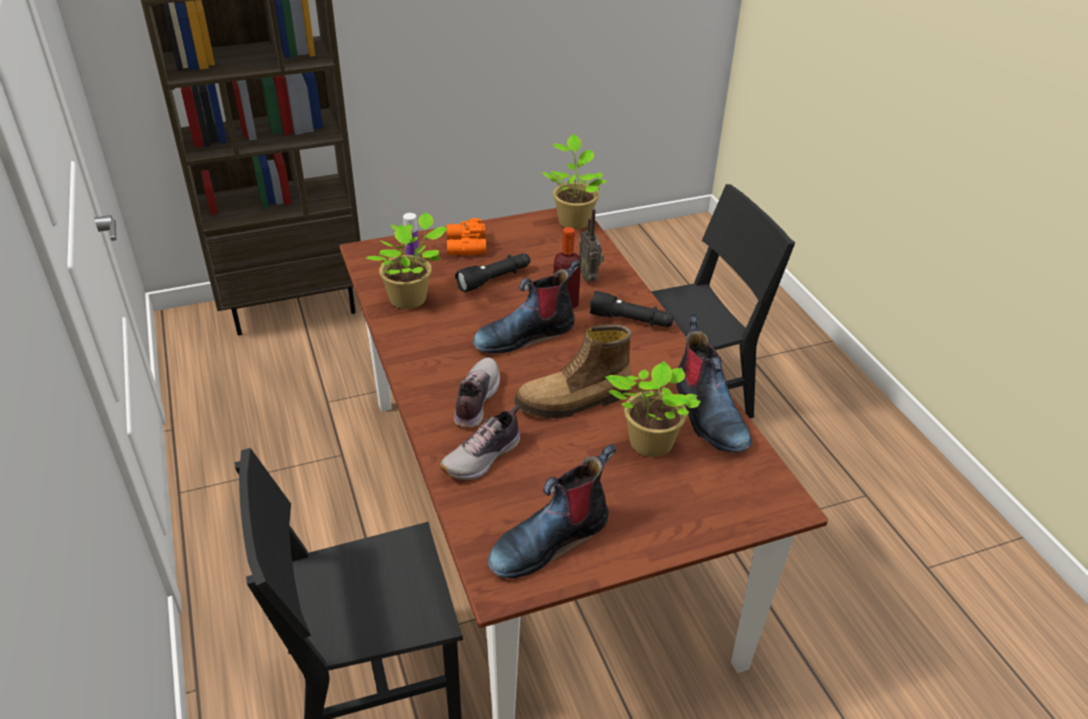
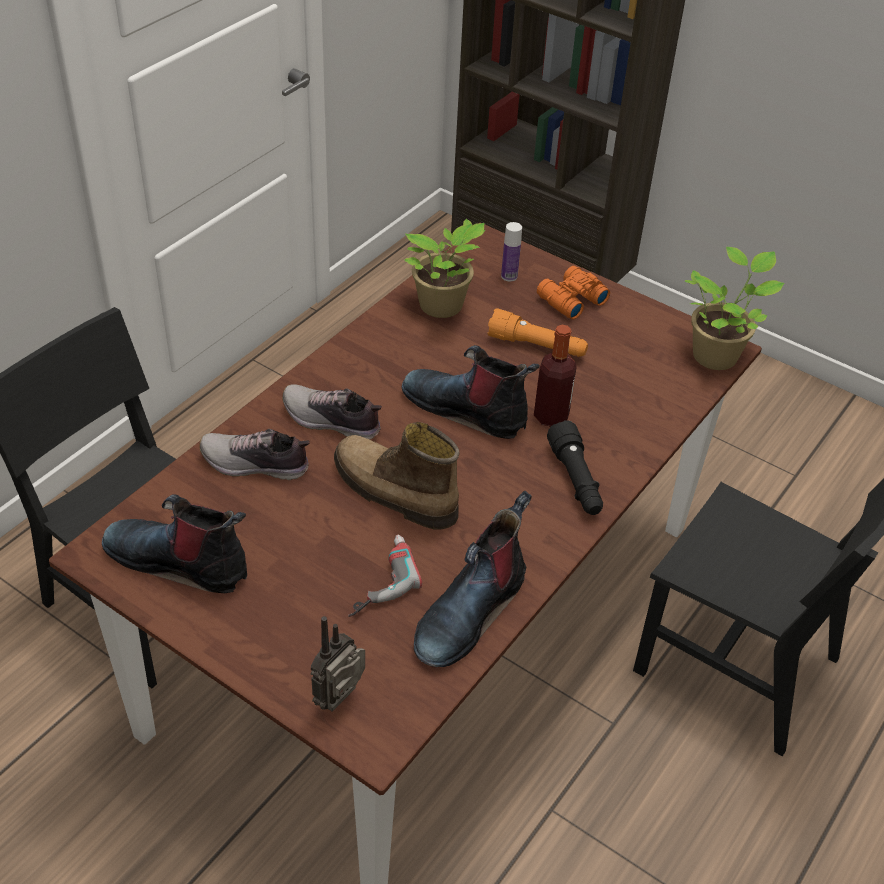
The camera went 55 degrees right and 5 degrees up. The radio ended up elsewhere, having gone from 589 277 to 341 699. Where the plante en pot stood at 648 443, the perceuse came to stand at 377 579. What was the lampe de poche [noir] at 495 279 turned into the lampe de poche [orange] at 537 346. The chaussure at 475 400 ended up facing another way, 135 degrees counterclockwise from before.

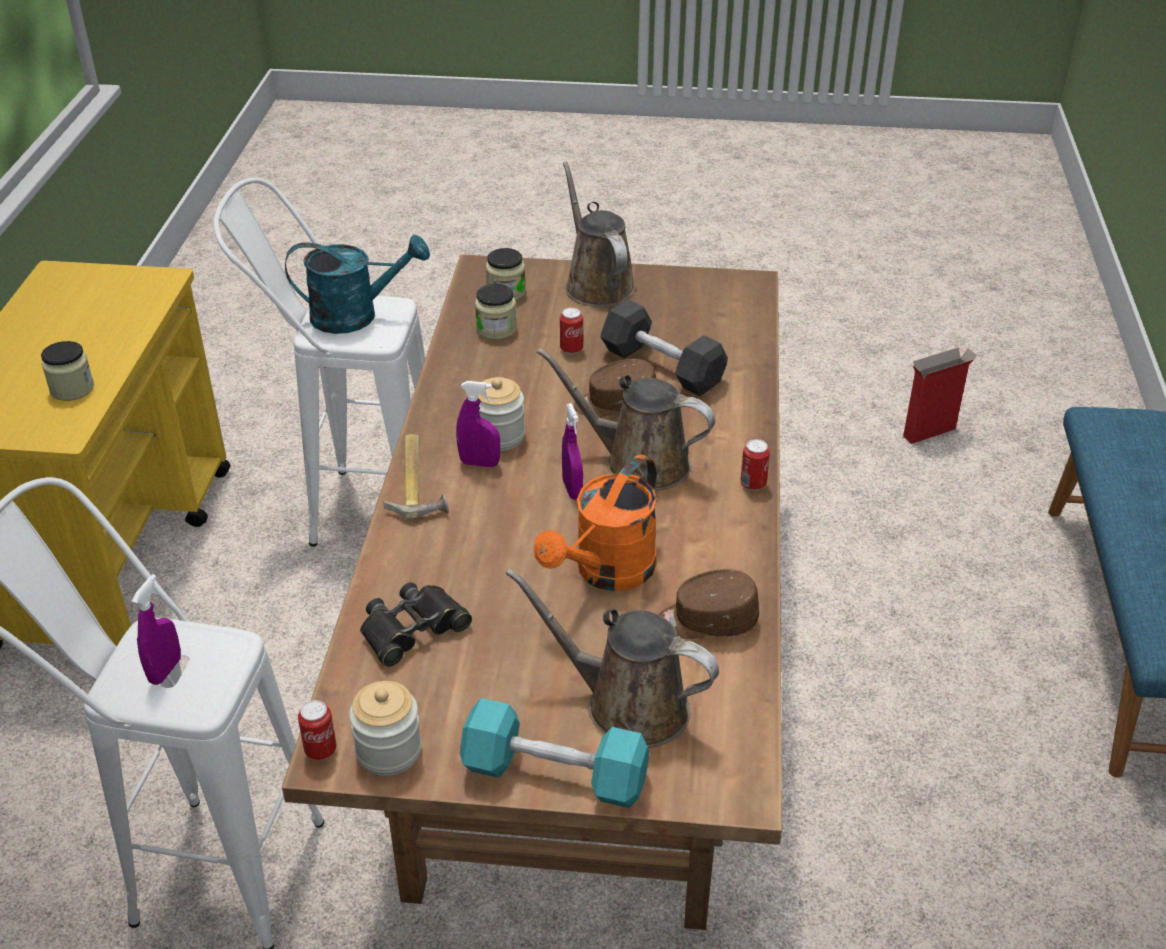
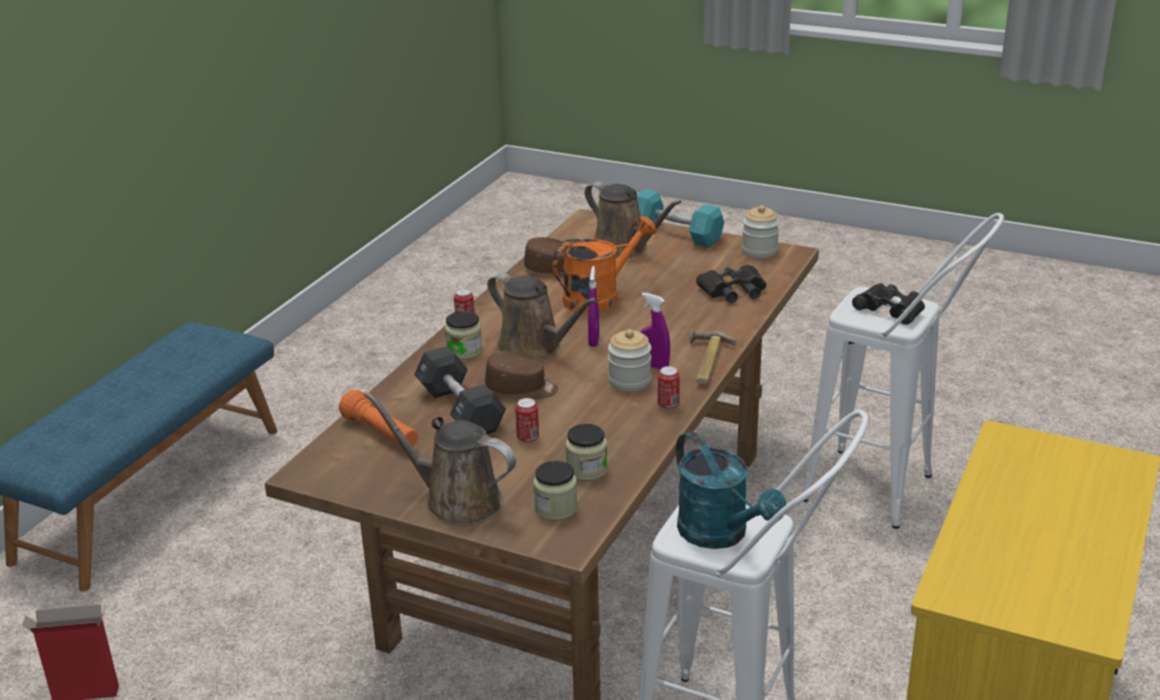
The camera went 160 degrees left and 10 degrees down. The second view gained the lampe de poche [orange] at 381 434. The bocal ended up elsewhere, having gone from 72 389 to 464 351. The boîte métallique ended up elsewhere, having gone from 321 750 to 668 405. Where the vaporisateur [violet] stood at 165 670, the jumelles [noir] came to stand at 890 309. The arrosoir [turquoise] at 356 315 ended up facing another way, 135 degrees counterclockwise from before. The arrosoir [marron] at 596 284 ended up facing another way, 120 degrees clockwise from before.

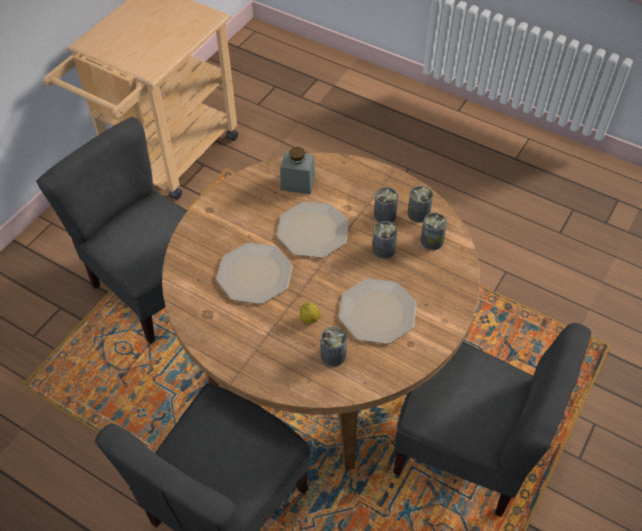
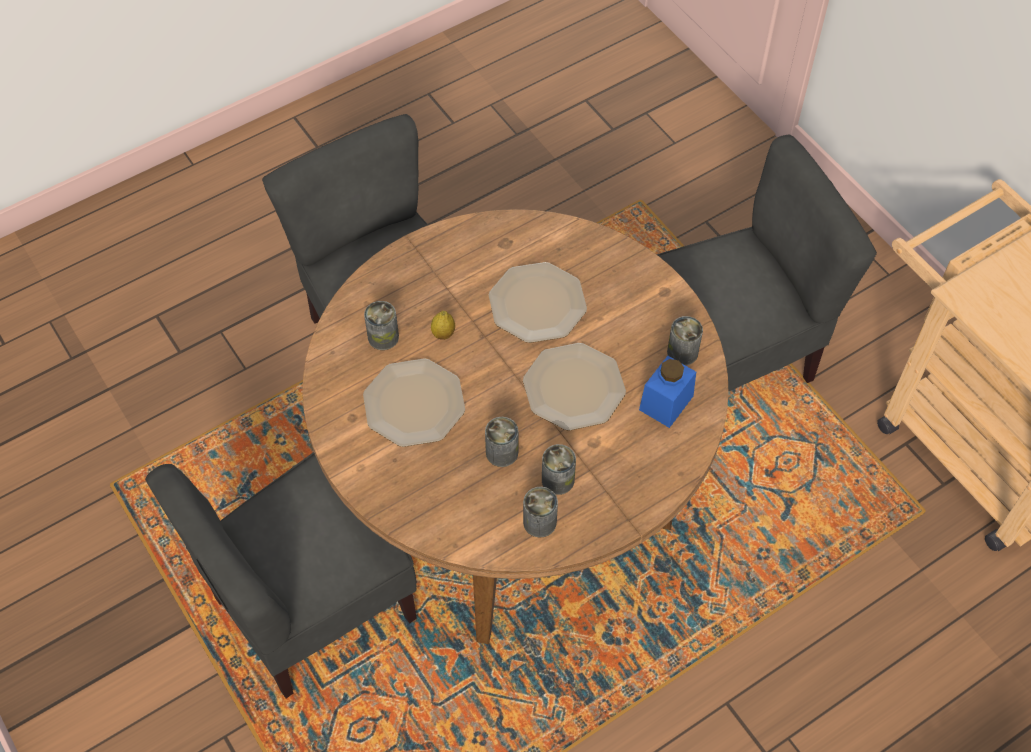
The camera went 115 degrees right and 5 degrees up. The boîte métallique ended up elsewhere, having gone from 431 241 to 682 352. What was the bocal [gris] at 297 183 turned into the bocal [bleu] at 666 403.

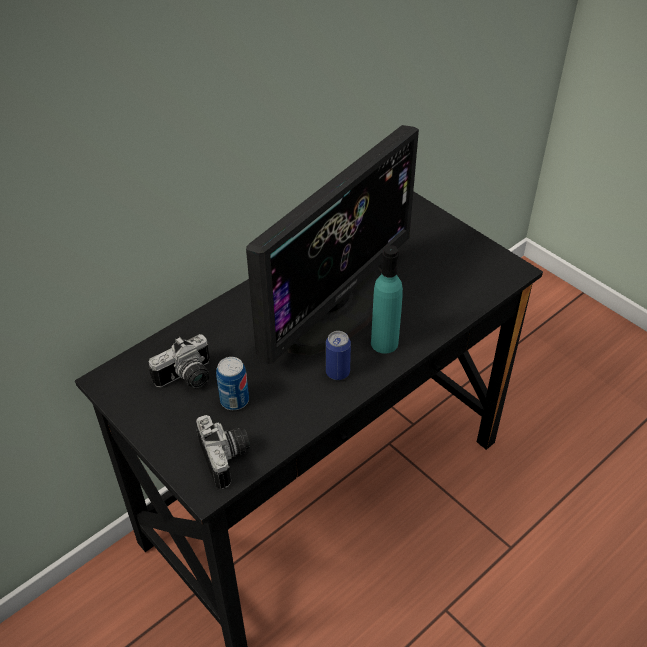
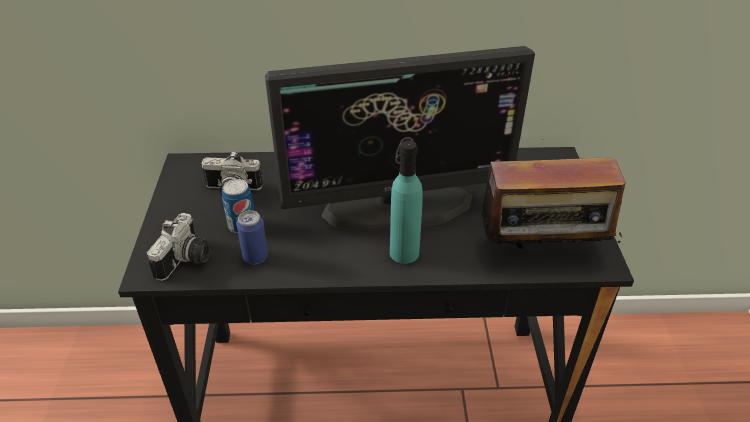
The camera went 40 degrees right and 5 degrees down. The second view gained the radio at 541 253. The boîte métallique ended up elsewhere, having gone from 337 372 to 255 257.

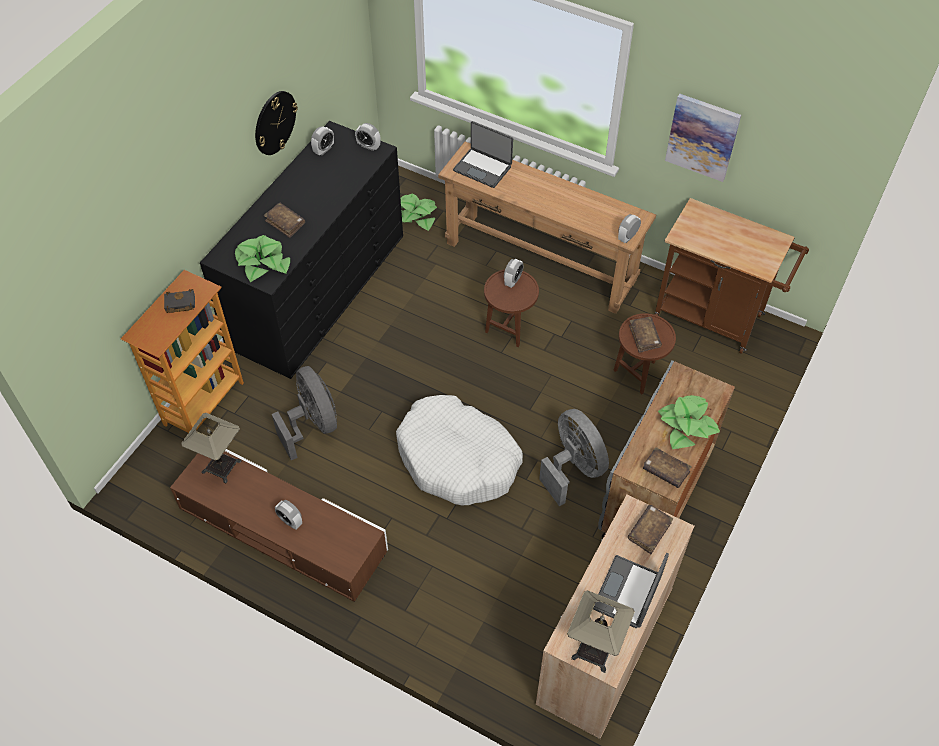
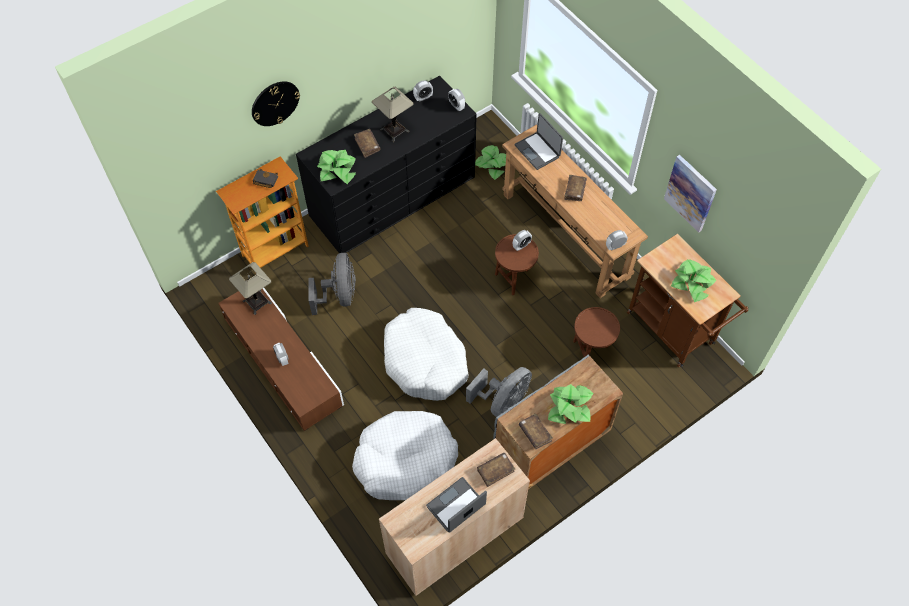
The camera went 25 degrees right and 5 degrees up. The second view gained the panier pour chien [blanc] at 405 460. The second view gained the plante en pot at 692 283. The horloge murale ended up elsewhere, having gone from 274 122 to 275 103. The lampe de table ended up elsewhere, having gone from 594 650 to 394 130. The livre [marron] ended up elsewhere, having gone from 644 337 to 575 190. The ventilateur [gris] at 573 468 ended up facing another way, 45 degrees clockwise from before.

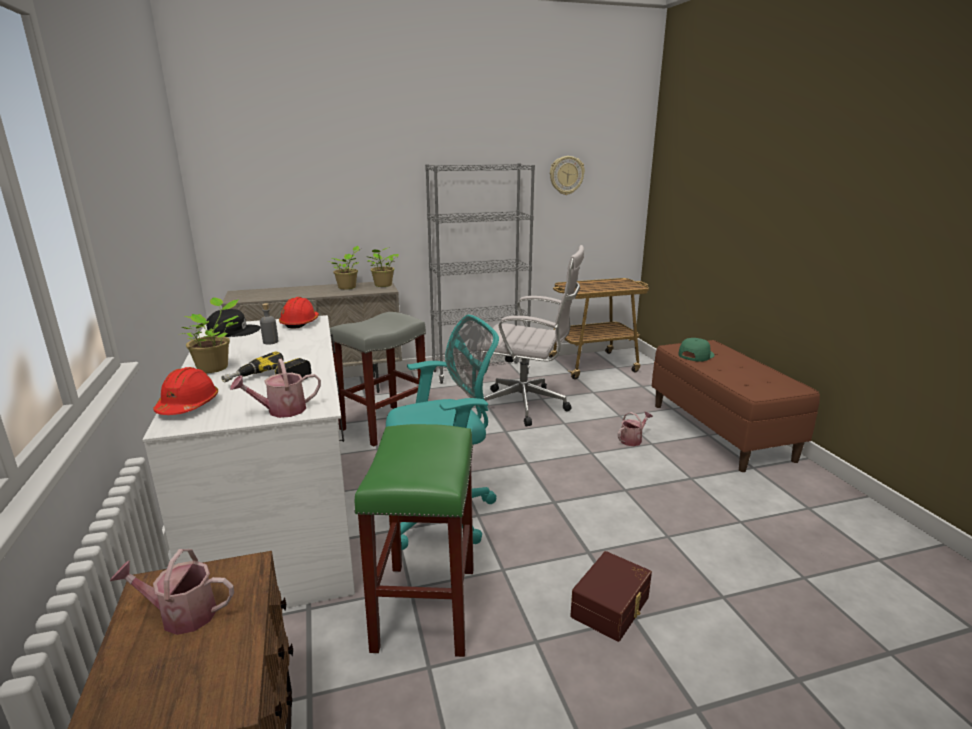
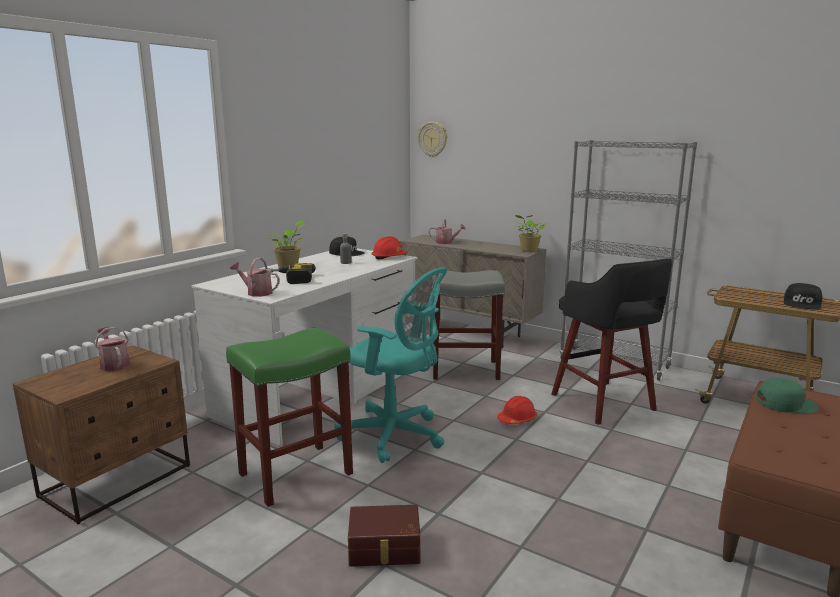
The camera went 50 degrees right and 5 degrees down. The second view lost the plante en pot at 348 287. The second view gained the casquette [noir] at 803 303. The casque de chantier [rouge] ended up elsewhere, having gone from 188 405 to 517 419. The horloge murale ended up elsewhere, having gone from 566 175 to 433 139. The arrosoir ended up elsewhere, having gone from 632 440 to 446 242. Where the chaise de bureau [blanc] stood at 528 406, the tabouret [noir] came to stand at 604 403.

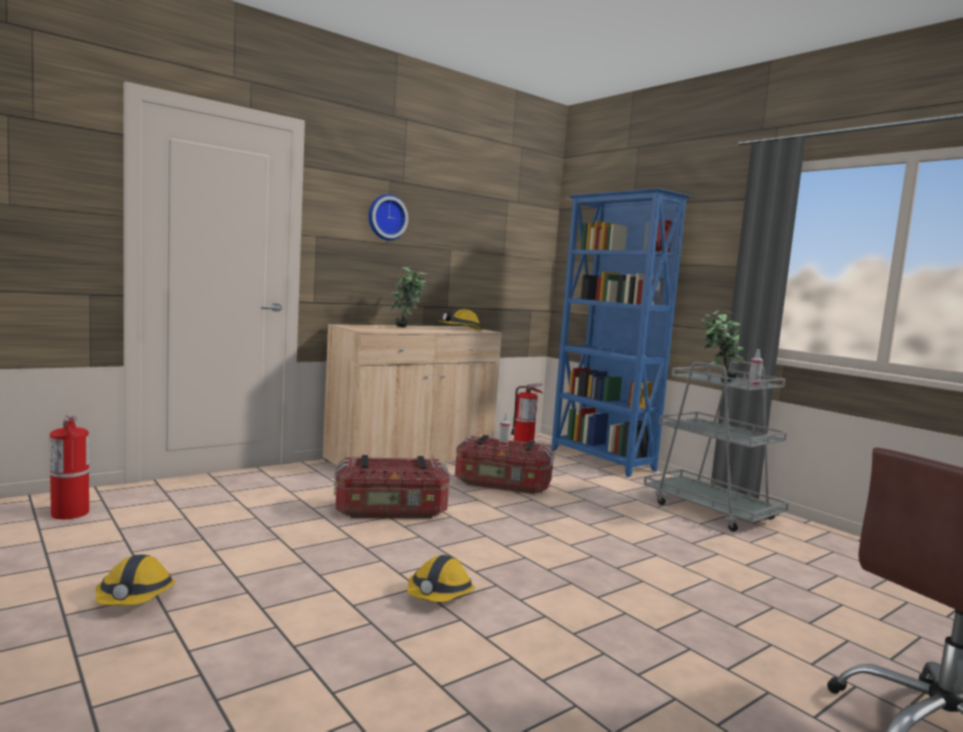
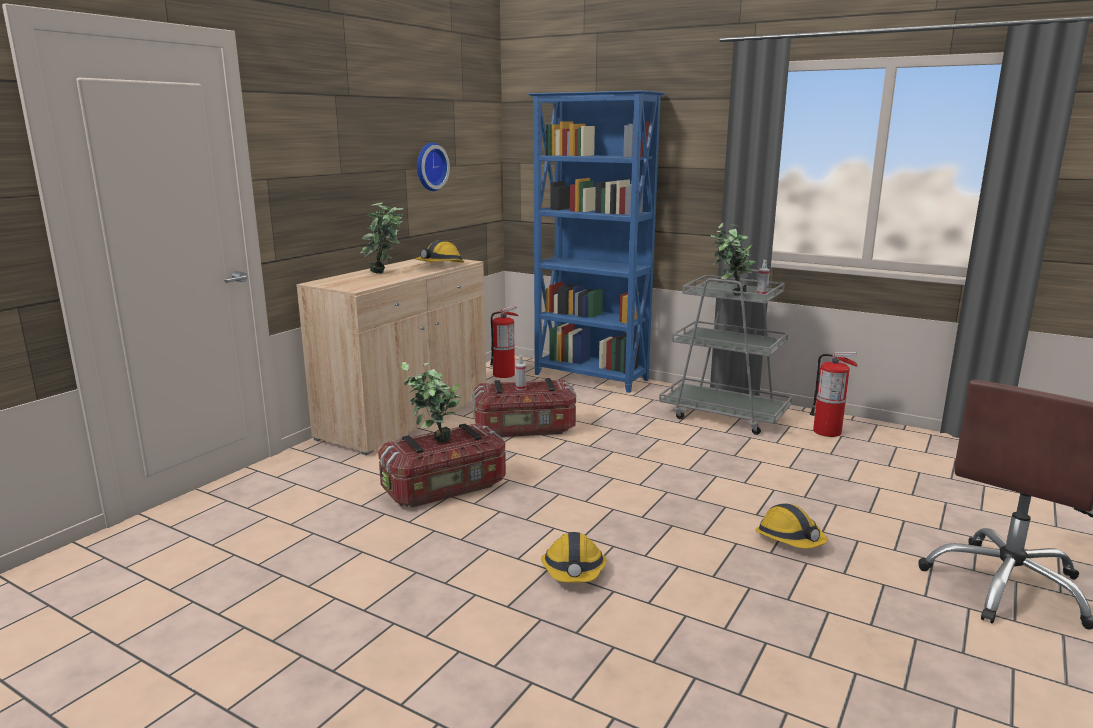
The camera went 20 degrees left and 10 degrees up. The second view gained the plante en pot at 433 443. The extincteur ended up elsewhere, having gone from 70 513 to 827 432. The casque de chantier ended up elsewhere, having gone from 135 597 to 790 539. The horloge murale ended up elsewhere, having gone from 386 217 to 429 166.

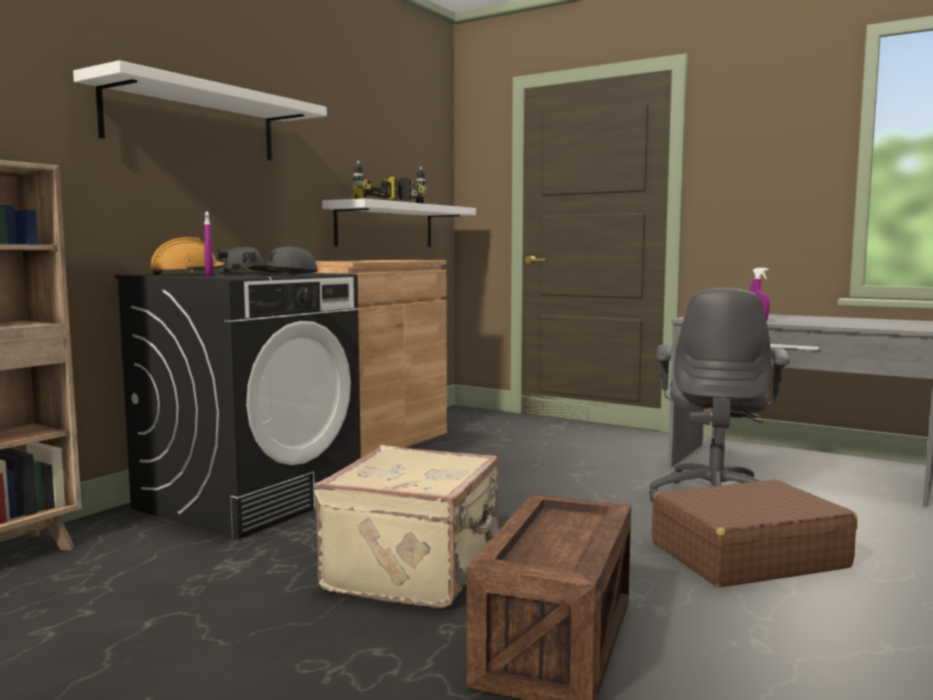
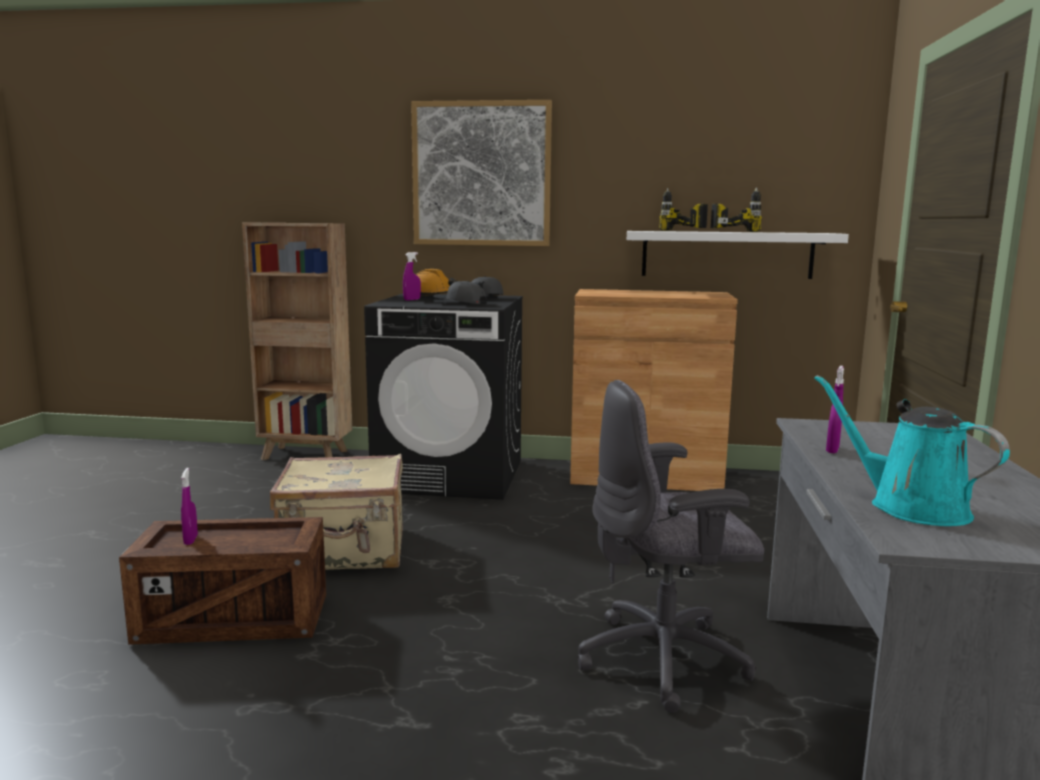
The camera went 65 degrees right and 5 degrees up. The second view lost the valise [marron] at 747 555. The second view gained the vaporisateur [violet] at 191 540. The second view gained the arrosoir [turquoise] at 909 507. Where the étagère [blanc] hung at 193 122, the tableau came to hang at 481 174.

